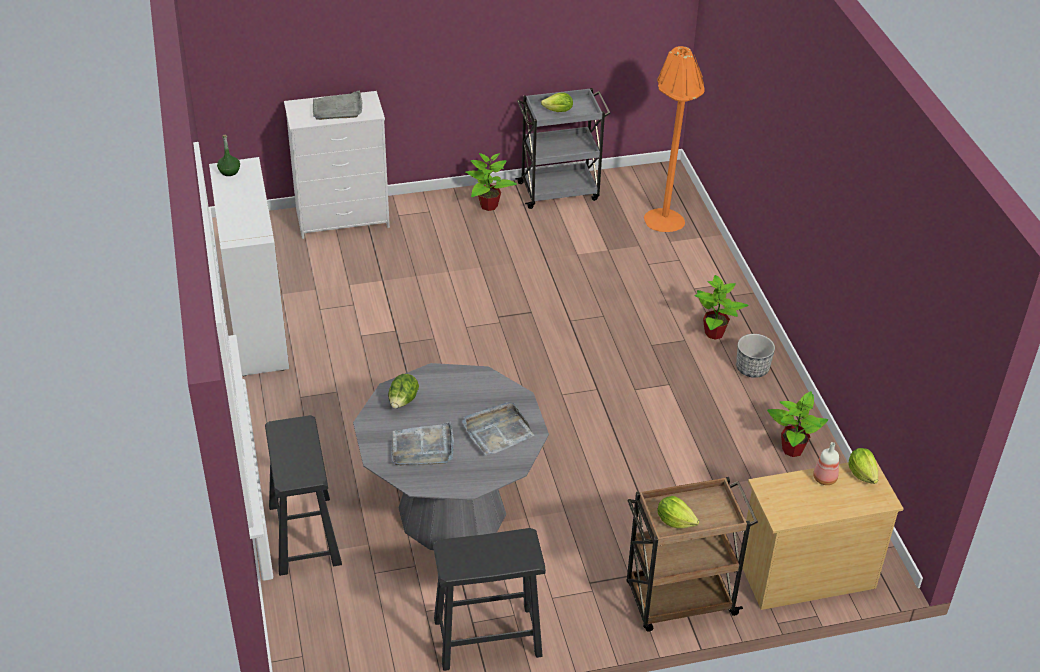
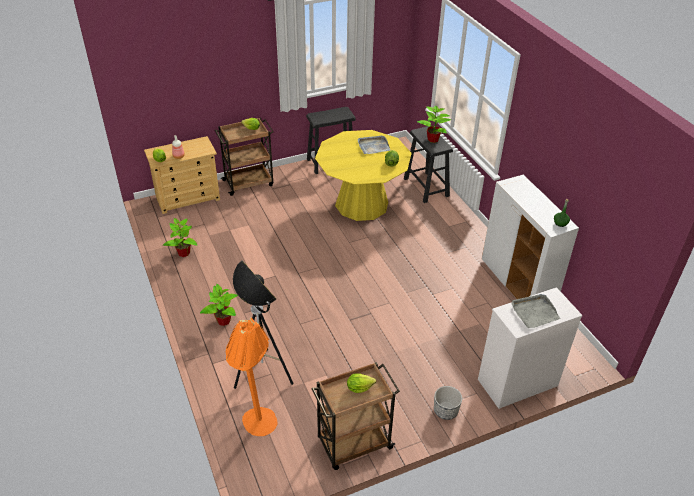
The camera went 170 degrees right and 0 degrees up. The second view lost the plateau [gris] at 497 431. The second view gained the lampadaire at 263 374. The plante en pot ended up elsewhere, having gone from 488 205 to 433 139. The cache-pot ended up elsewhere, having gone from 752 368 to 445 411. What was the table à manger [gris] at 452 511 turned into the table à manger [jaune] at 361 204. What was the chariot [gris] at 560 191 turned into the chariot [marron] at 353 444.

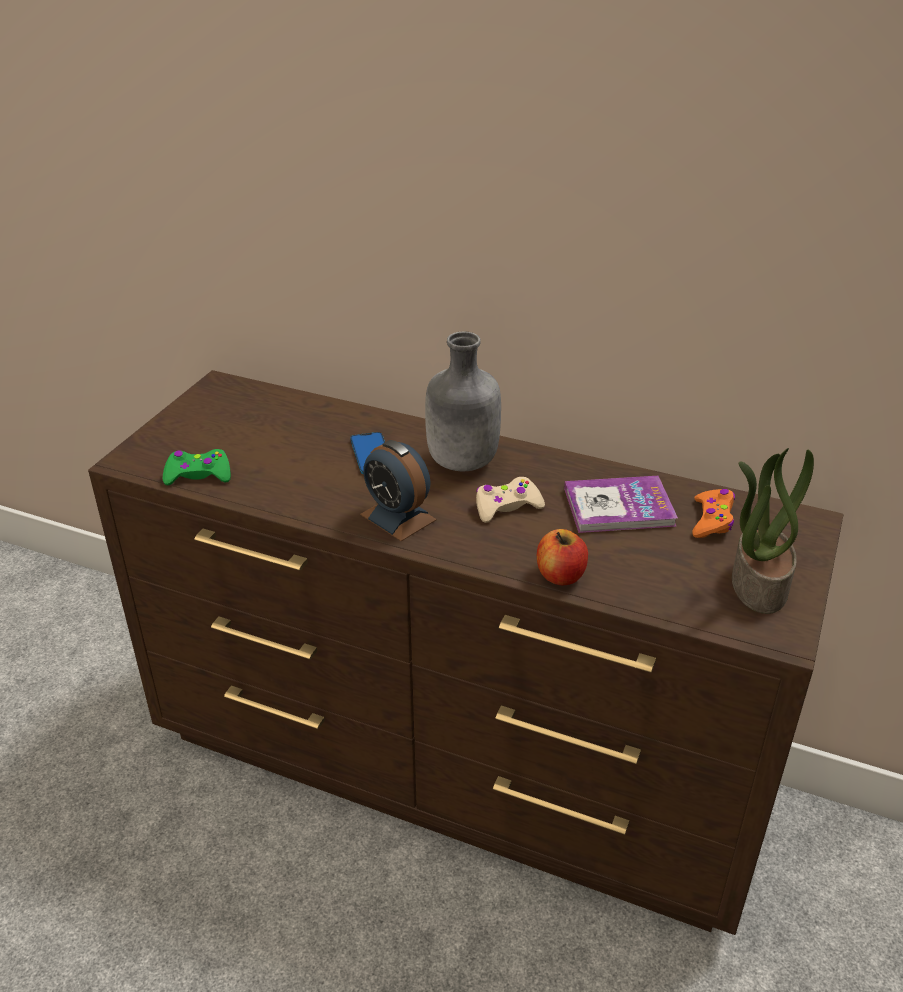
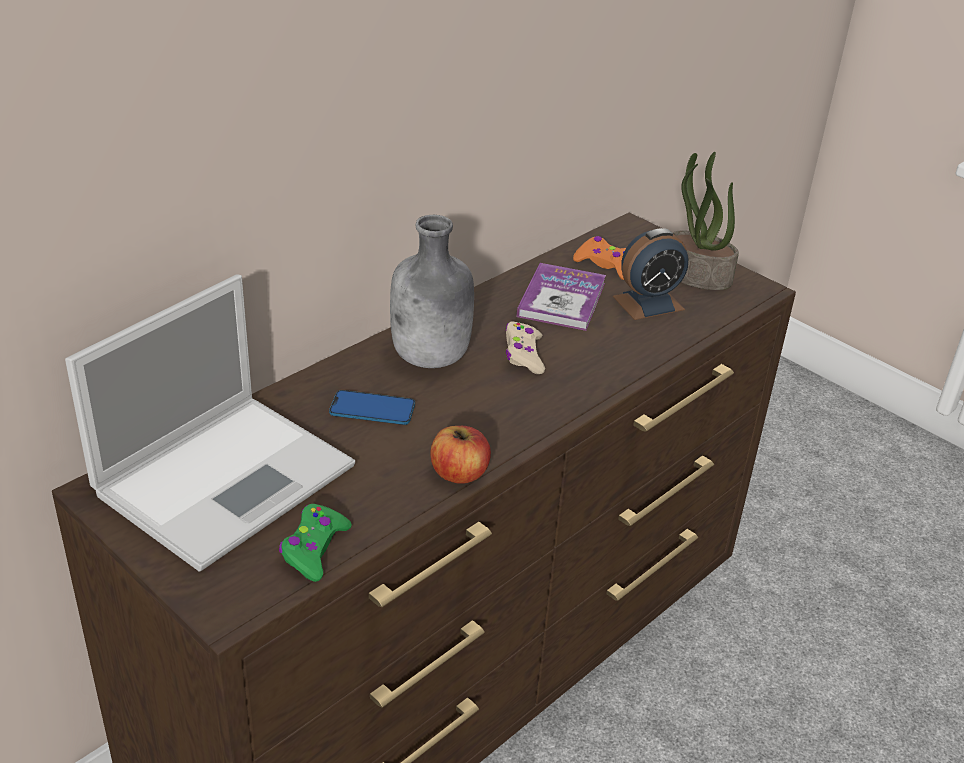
The camera went 70 degrees left and 0 degrees up. The second view gained the ordinateur portable at 228 476. The réveil ended up elsewhere, having gone from 398 517 to 648 303. The pomme ended up elsewhere, having gone from 560 575 to 459 473.

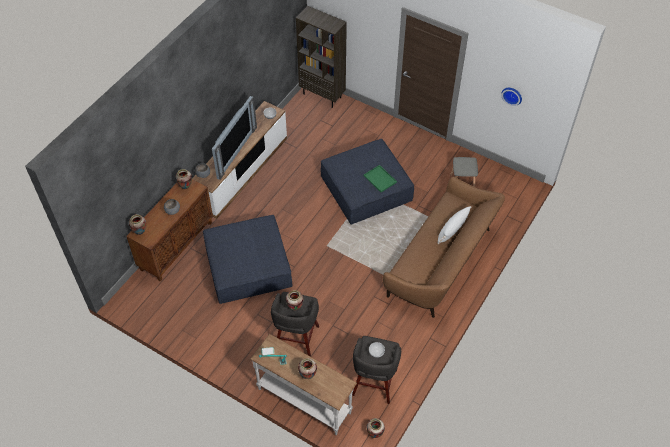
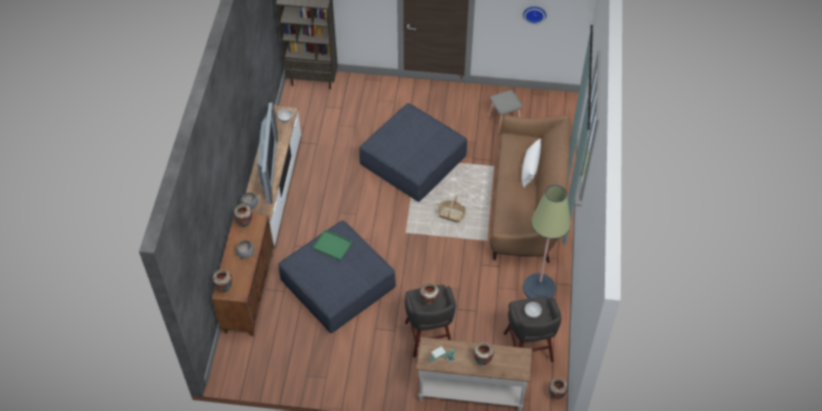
The camera went 25 degrees left and 0 degrees up. The second view gained the panier at 451 214. The second view gained the lampadaire at 539 288. The plateau [vert] ended up elsewhere, having gone from 379 179 to 331 245.

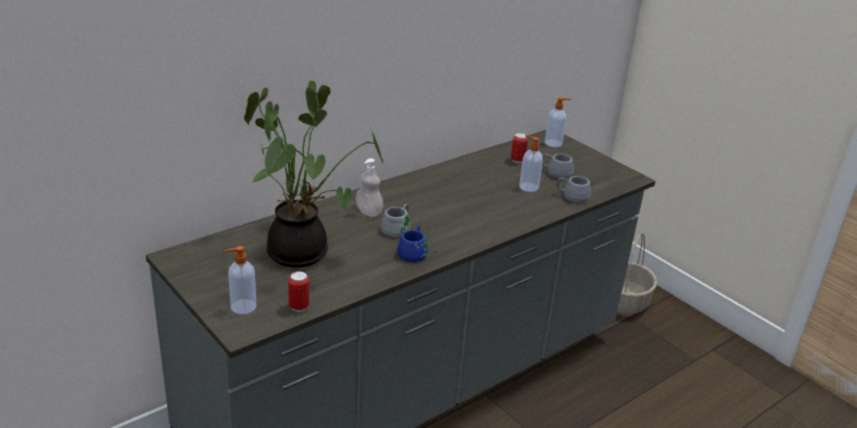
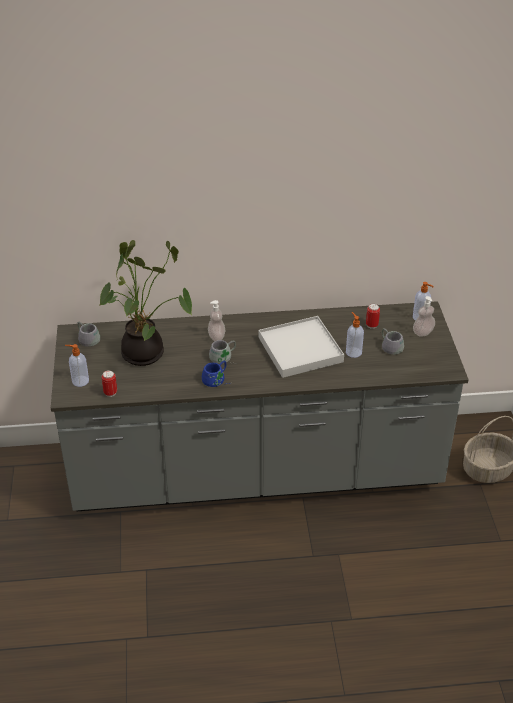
The camera went 35 degrees right and 10 degrees up. The second view gained the plateau [blanc] at 300 349. The second view gained the distributeur de savon at 423 332. The mug [gris] ended up elsewhere, having gone from 572 195 to 89 337.

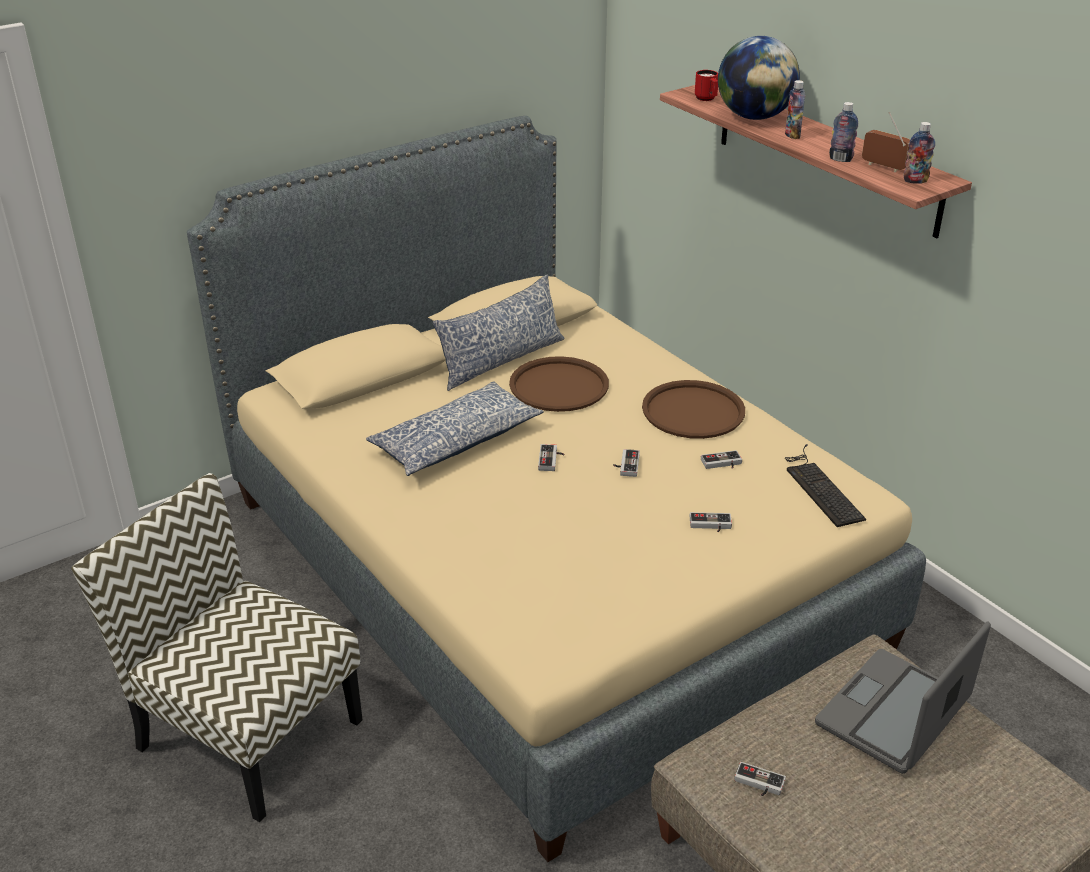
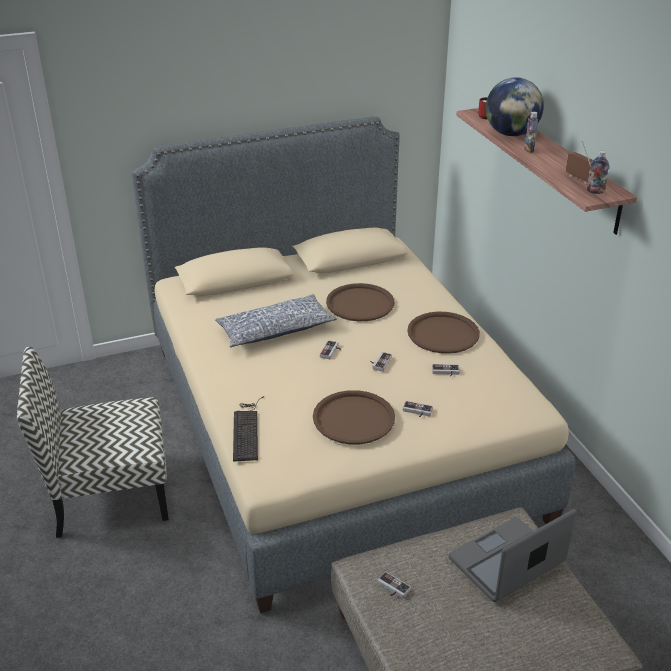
The camera went 15 degrees right and 0 degrees up. The second view lost the coussin at 501 360. The second view lost the bouteille at 840 159. The second view gained the plateau [marron] at 354 418. The clavier ended up elsewhere, having gone from 820 487 to 247 429. The chaise at 246 732 ended up facing another way, 60 degrees counterclockwise from before.

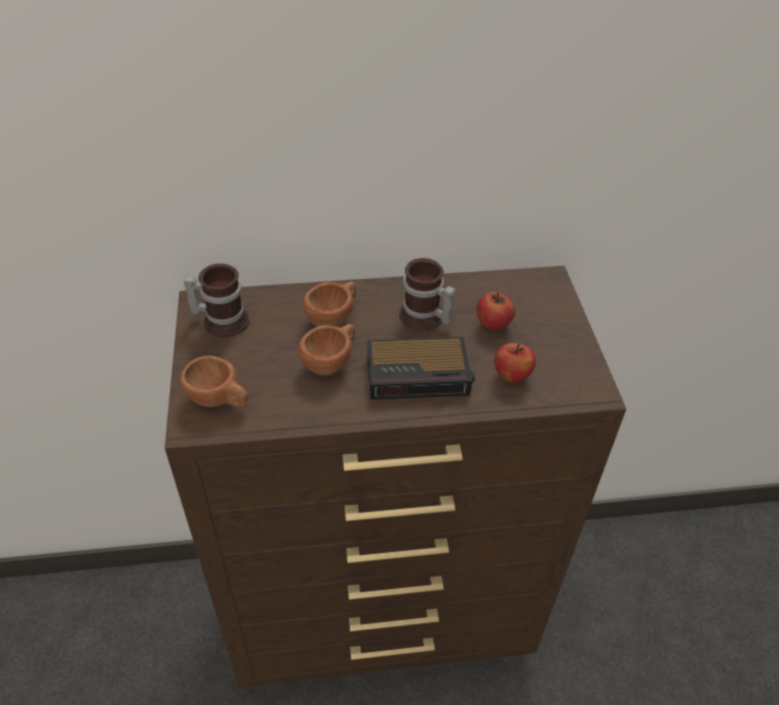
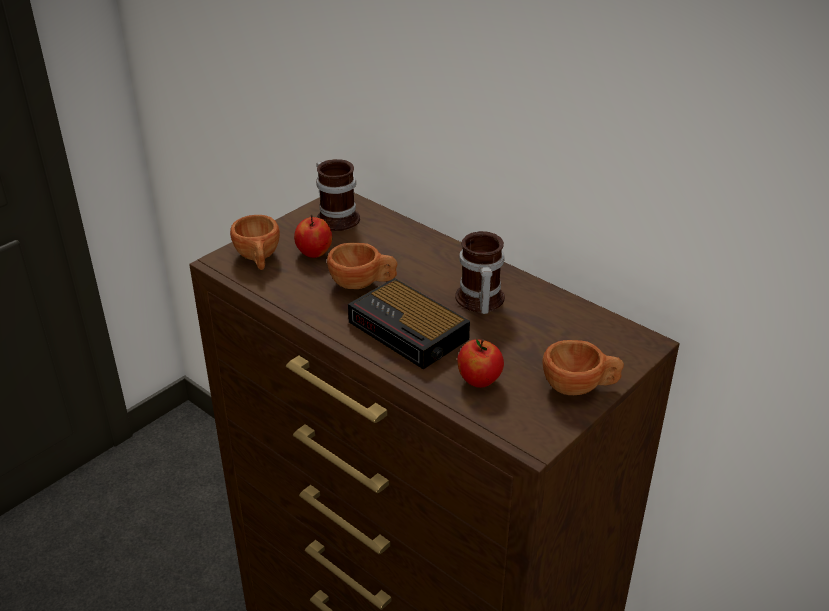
The camera went 50 degrees right and 10 degrees down. The tasse [marron] ended up elsewhere, having gone from 334 317 to 580 387. The pomme ended up elsewhere, having gone from 493 325 to 314 253.

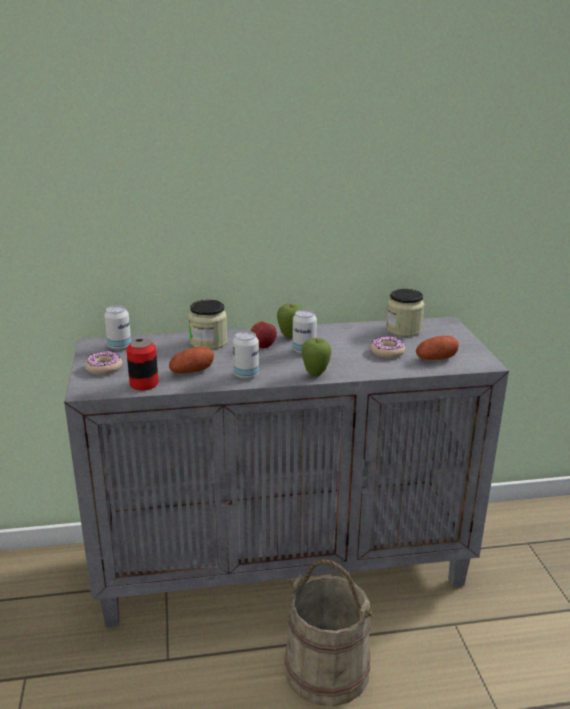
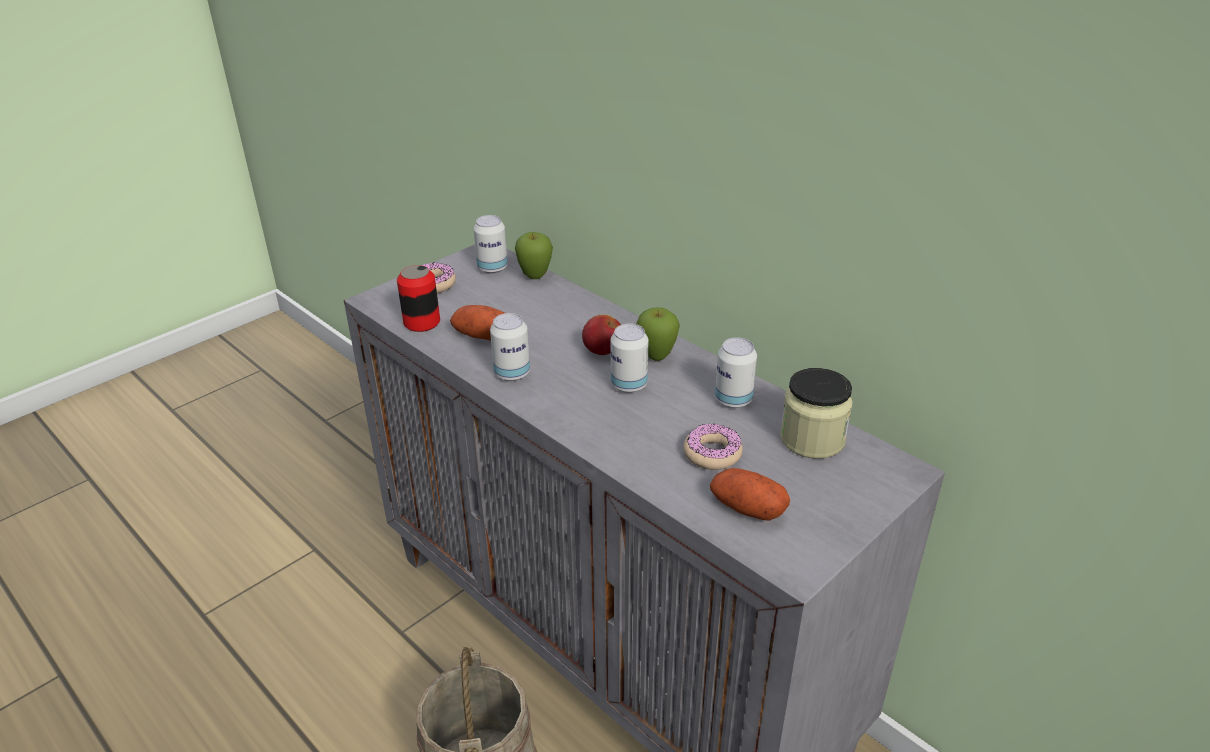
The camera went 55 degrees right and 10 degrees up. The second view lost the bocal at 208 342. The second view gained the boîte métallique at 733 400. The pomme ended up elsewhere, having gone from 315 375 to 535 277.

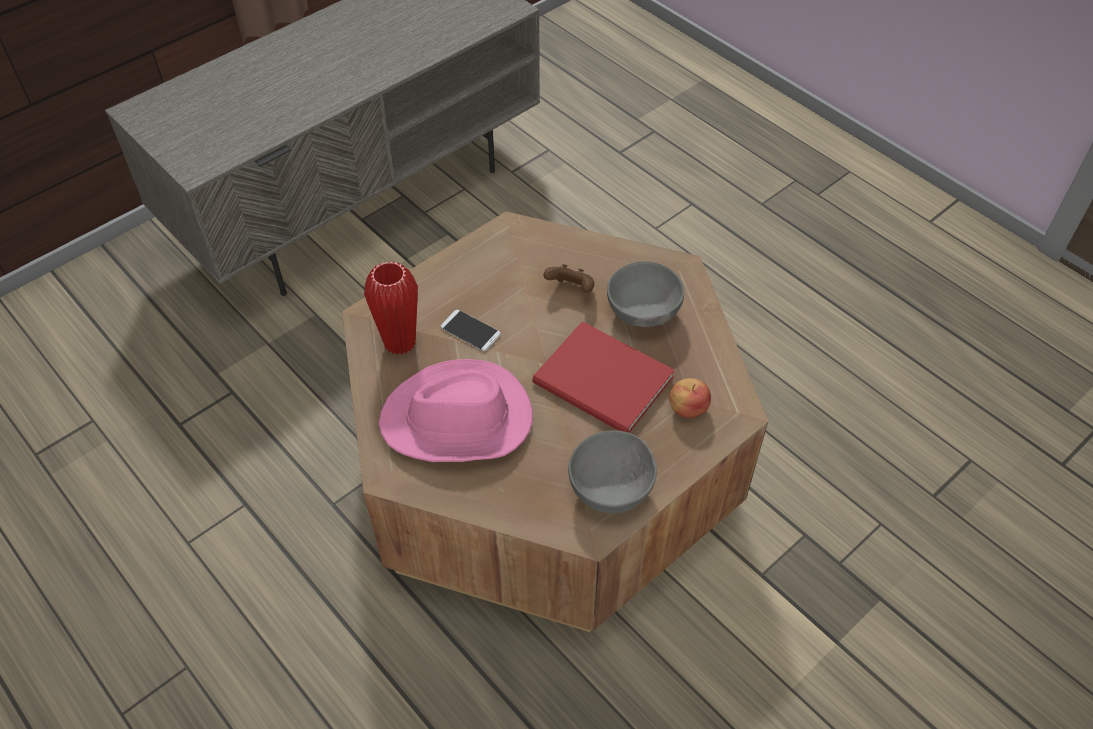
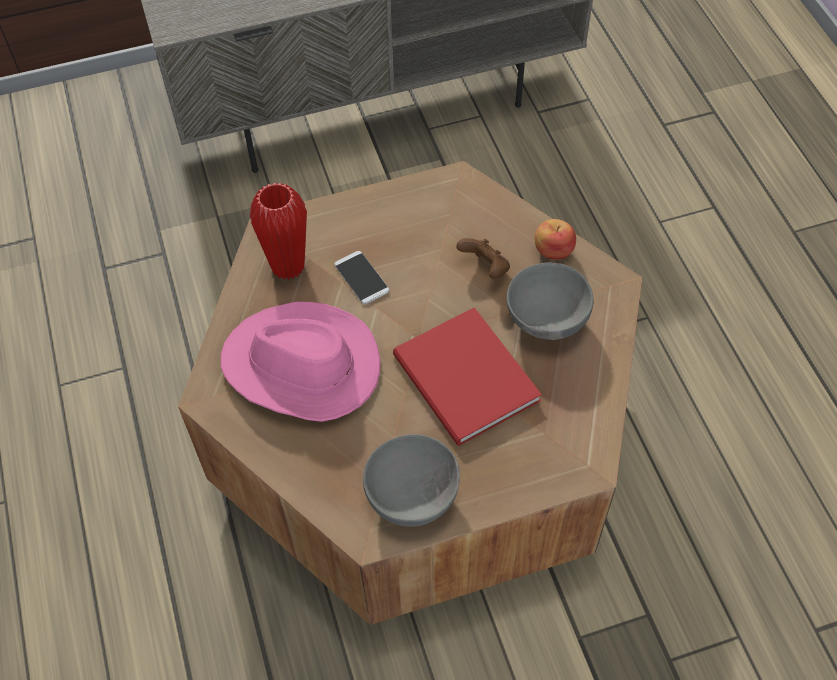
The camera went 25 degrees right and 5 degrees up. The pomme ended up elsewhere, having gone from 688 408 to 553 250.

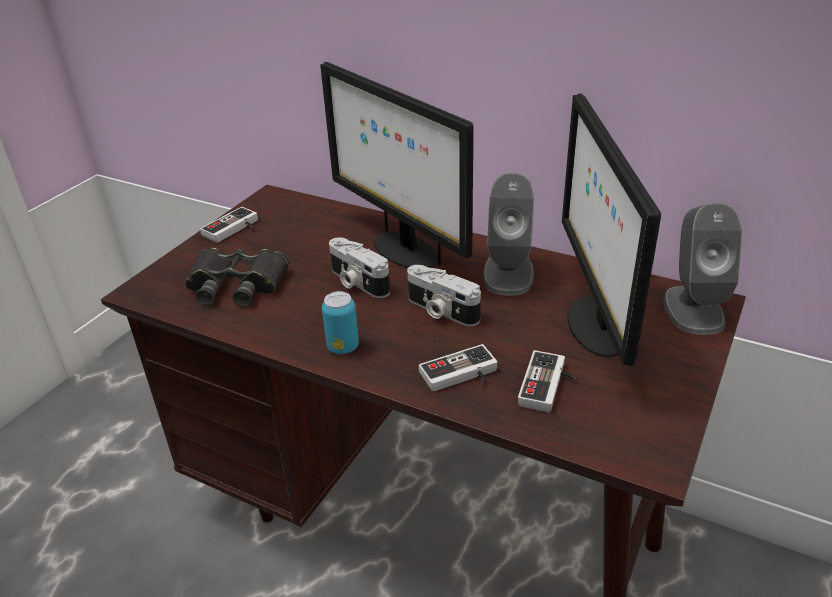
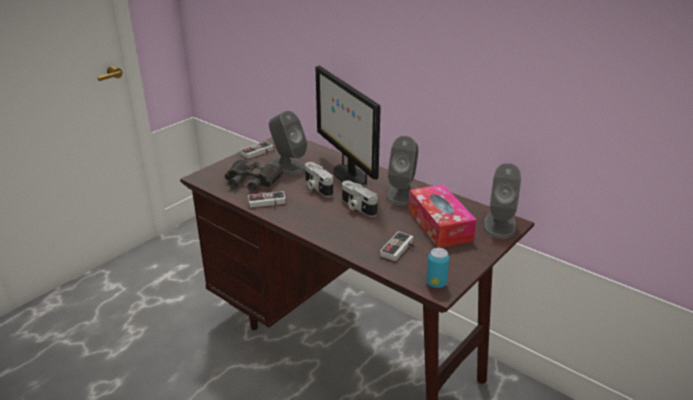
The camera went 10 degrees right and 5 degrees down. The second view gained the enceinte [gris] at 288 166. The boîte métallique ended up elsewhere, having gone from 343 347 to 436 283. The manette ended up elsewhere, having gone from 461 376 to 267 203. Where the écran d'ordinateur stood at 595 325, the boîte à mouchoirs came to stand at 439 225.

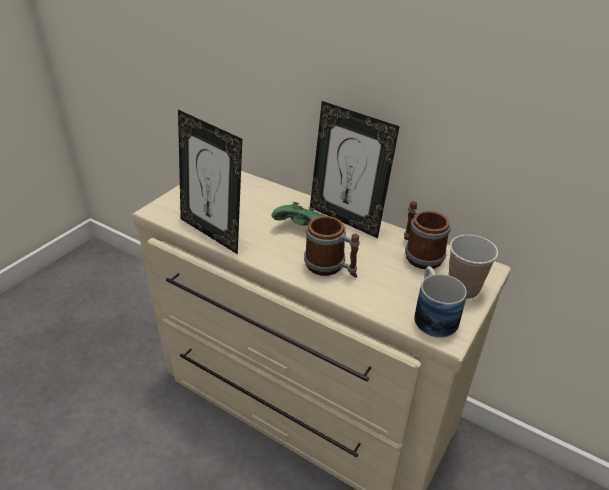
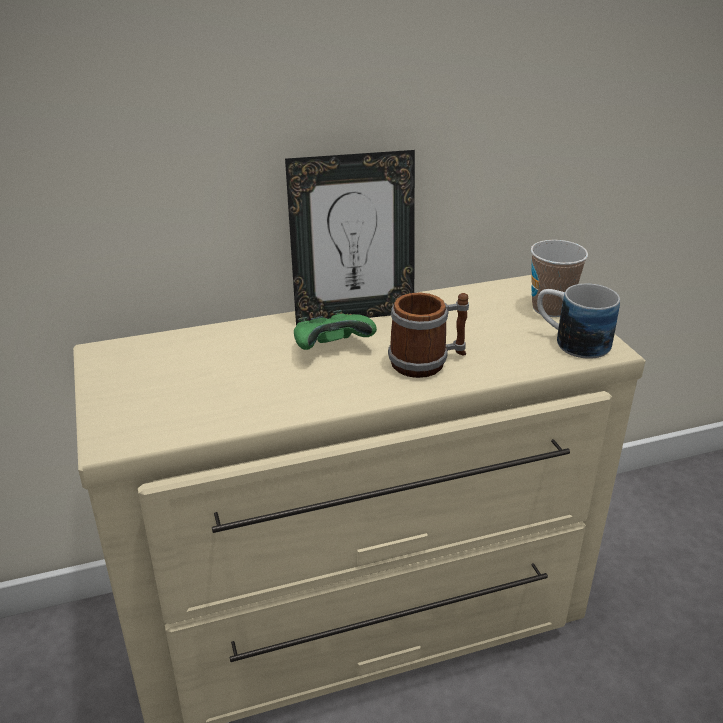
The camera went 50 degrees left and 5 degrees down. The second view lost the cadre photo at 213 232. The second view lost the mug at 419 254.

